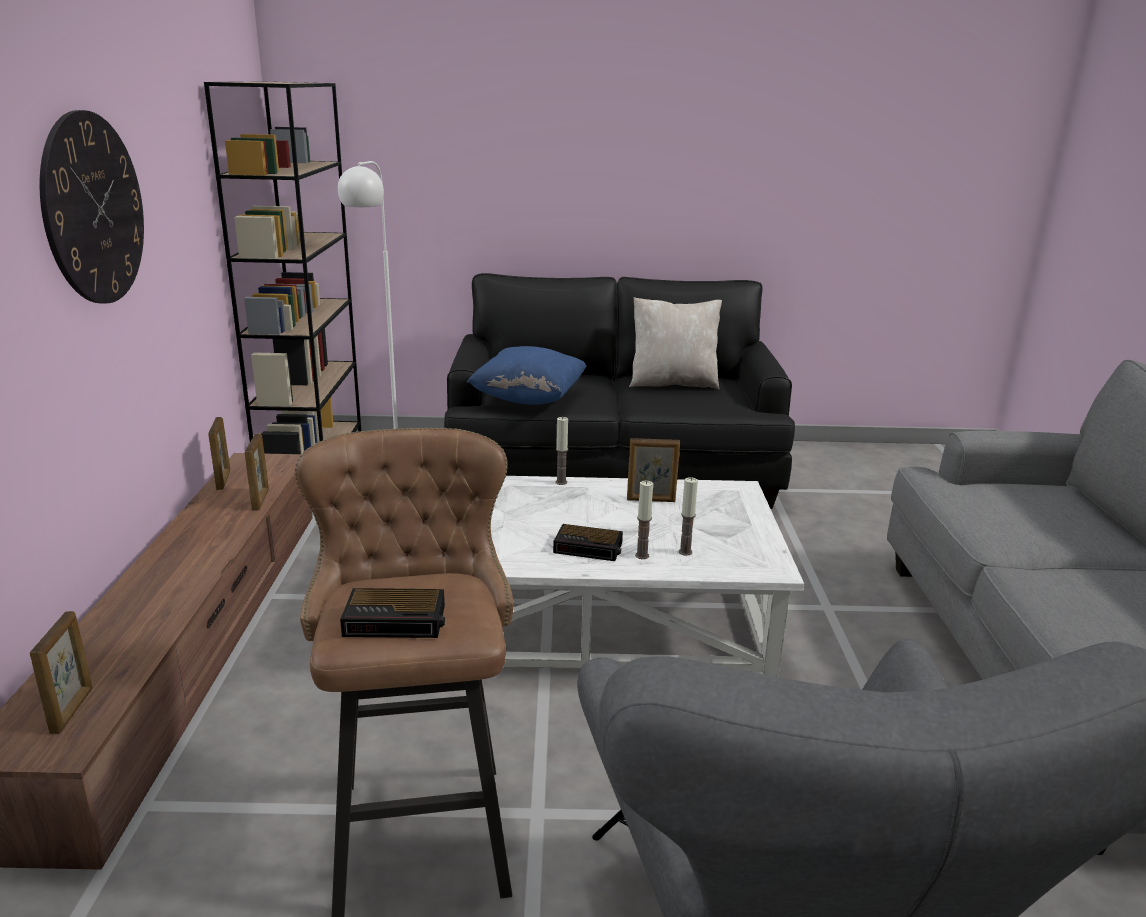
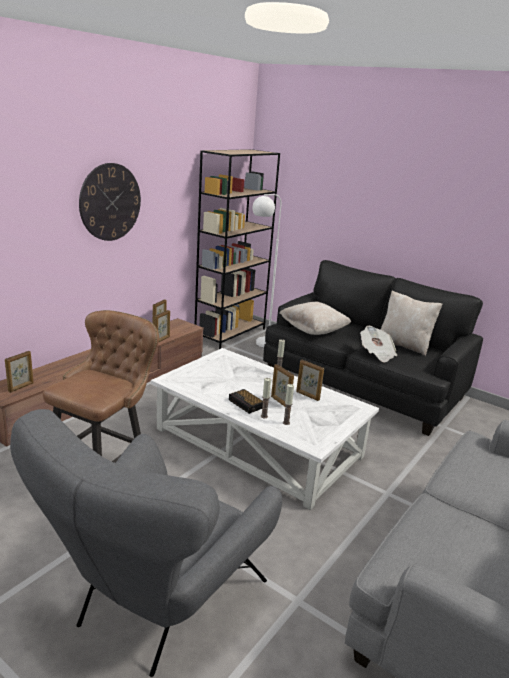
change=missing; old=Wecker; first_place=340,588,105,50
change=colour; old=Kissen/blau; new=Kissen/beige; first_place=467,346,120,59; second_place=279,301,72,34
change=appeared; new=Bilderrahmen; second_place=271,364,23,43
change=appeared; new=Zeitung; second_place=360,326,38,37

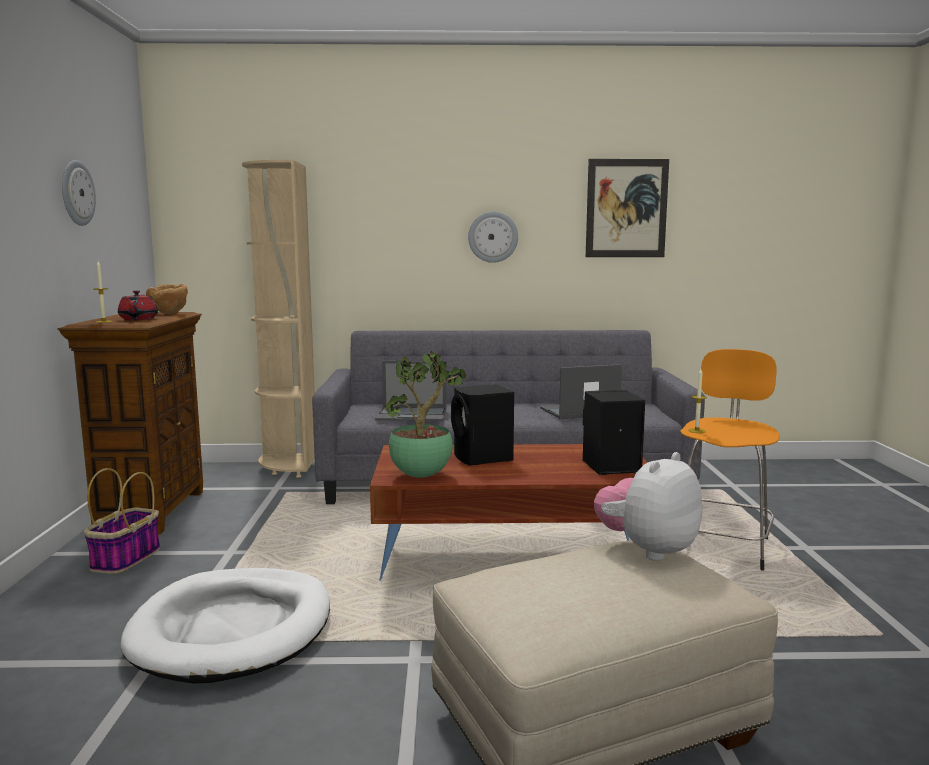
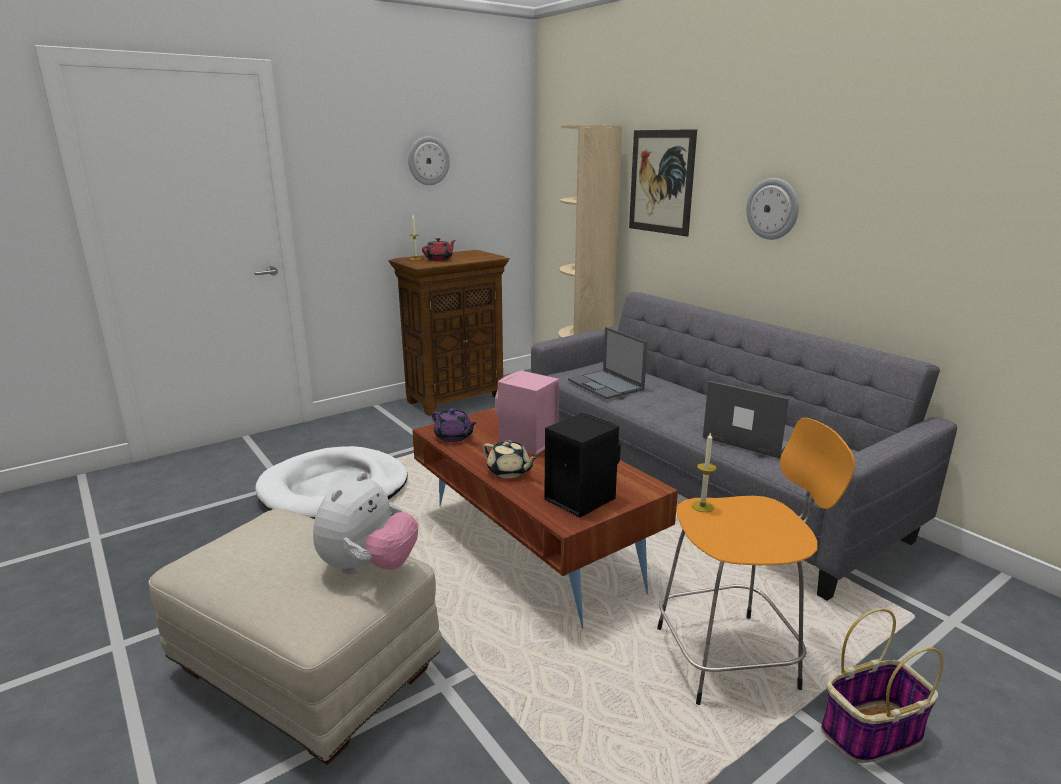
change=relocated; old=Korb; first_place=84,468,76,106; second_place=821,608,122,155
change=missing; old=Schüssel/braun; first_place=146,284,42,30
change=exchanged; old=Topfpflanze; new=Teekanne/lila; first_place=385,351,81,127; second_place=432,408,45,34
change=colour; old=Lautsprecher/schwarz; new=Lautsprecher/rosa; first_place=451,384,63,82; second_place=495,370,64,85
change=relocated; old=Bild; first_place=586,159,83,98; second_place=629,129,68,107
change=spun; old=Plüschtier; first_place=594,452,108,109; second_place=313,472,105,102; degrees=105
change=appeared; new=Teekanne/beige; second_place=483,440,56,38

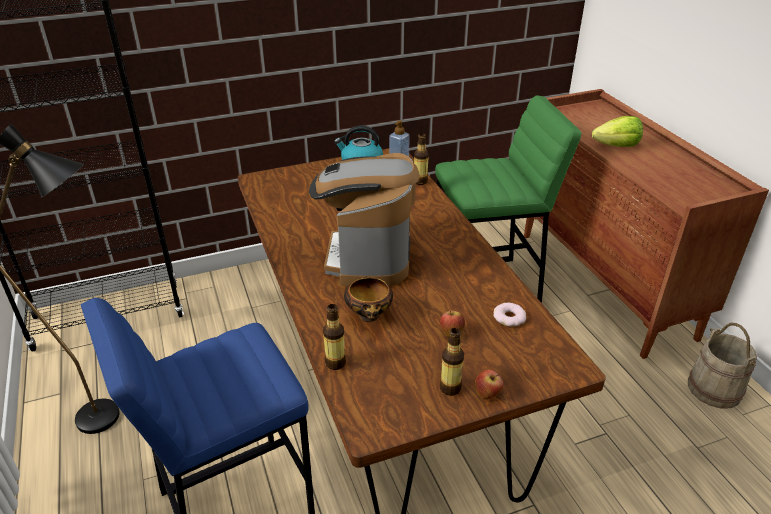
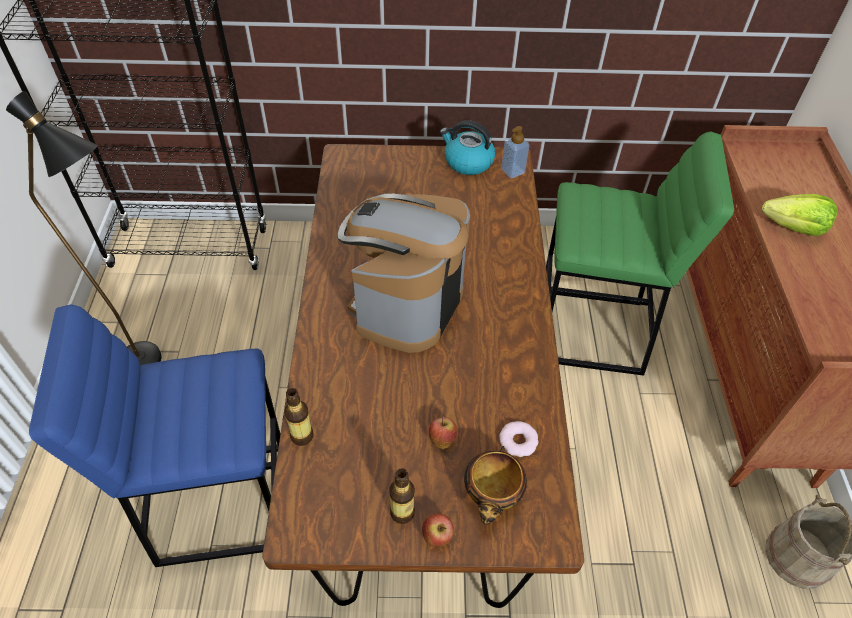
change=relocated; old=Schüssel; first_place=344,276,49,46; second_place=464,446,63,79
change=missing; old=Flasche; first_place=414,133,15,52

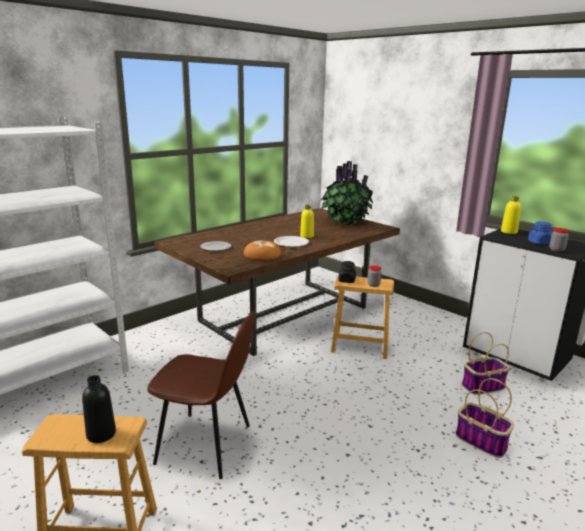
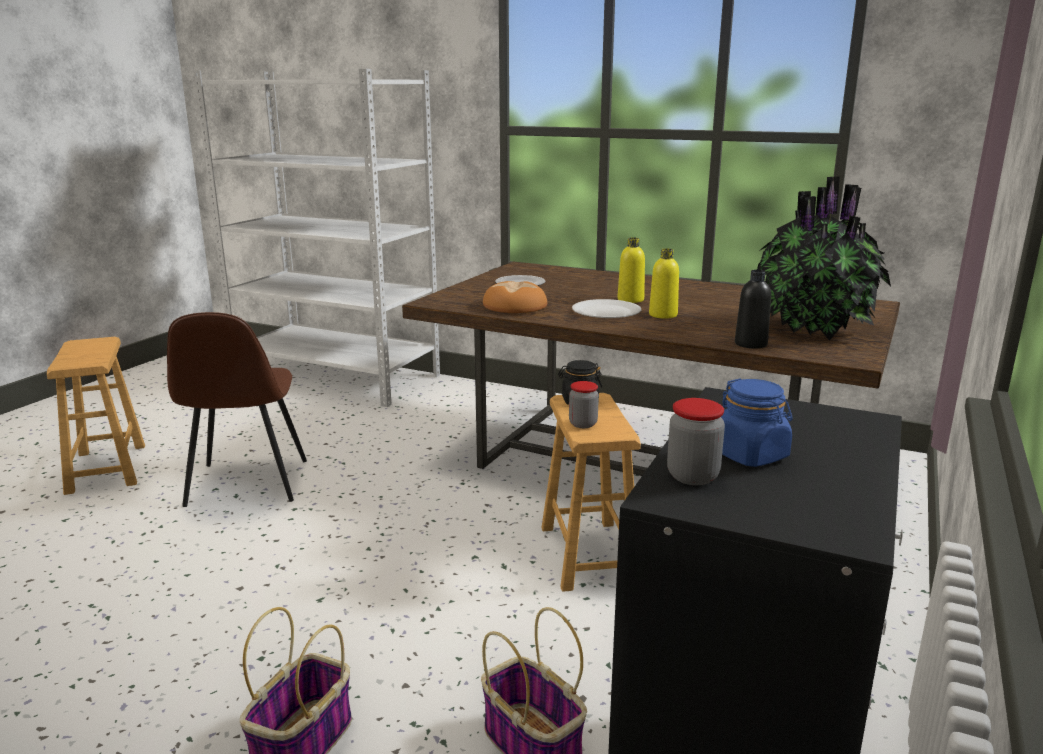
change=relocated; old=Flasche/schwarz; first_place=82,375,34,68; second_place=735,270,36,79
change=relocated; old=Flasche/gelb; first_place=501,196,20,38; second_place=617,237,28,66

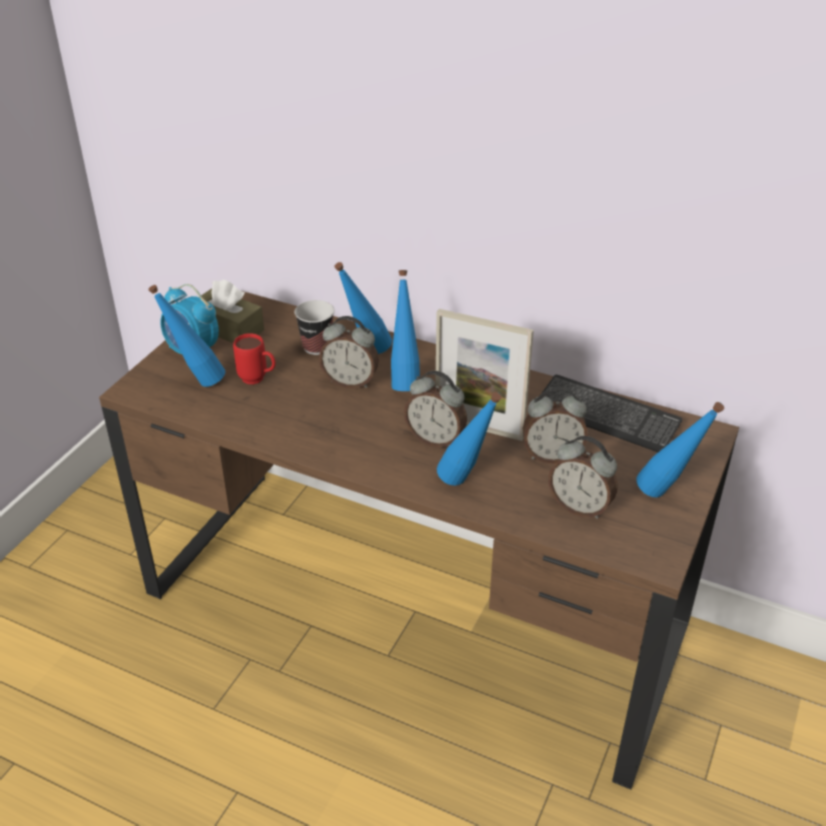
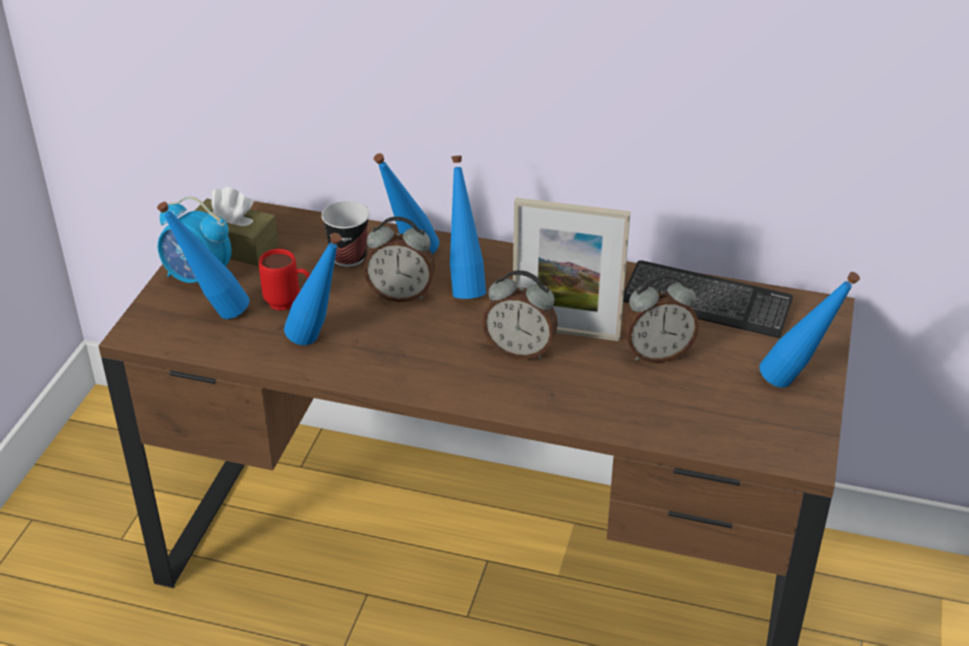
change=relocated; old=Flasche/blau; first_place=437,392,65,94; second_place=284,233,58,112
change=missing; old=Wecker; first_place=548,436,69,83

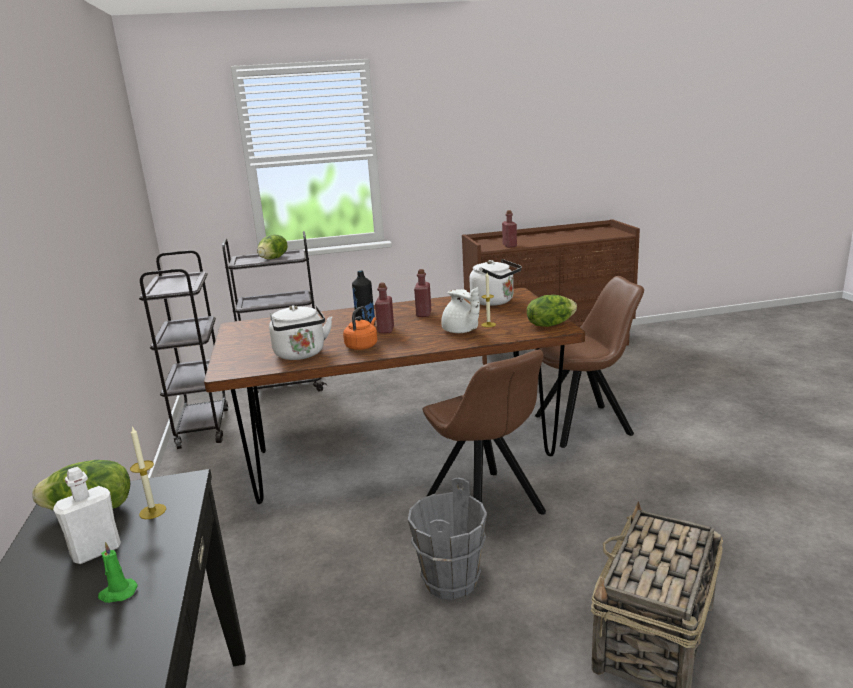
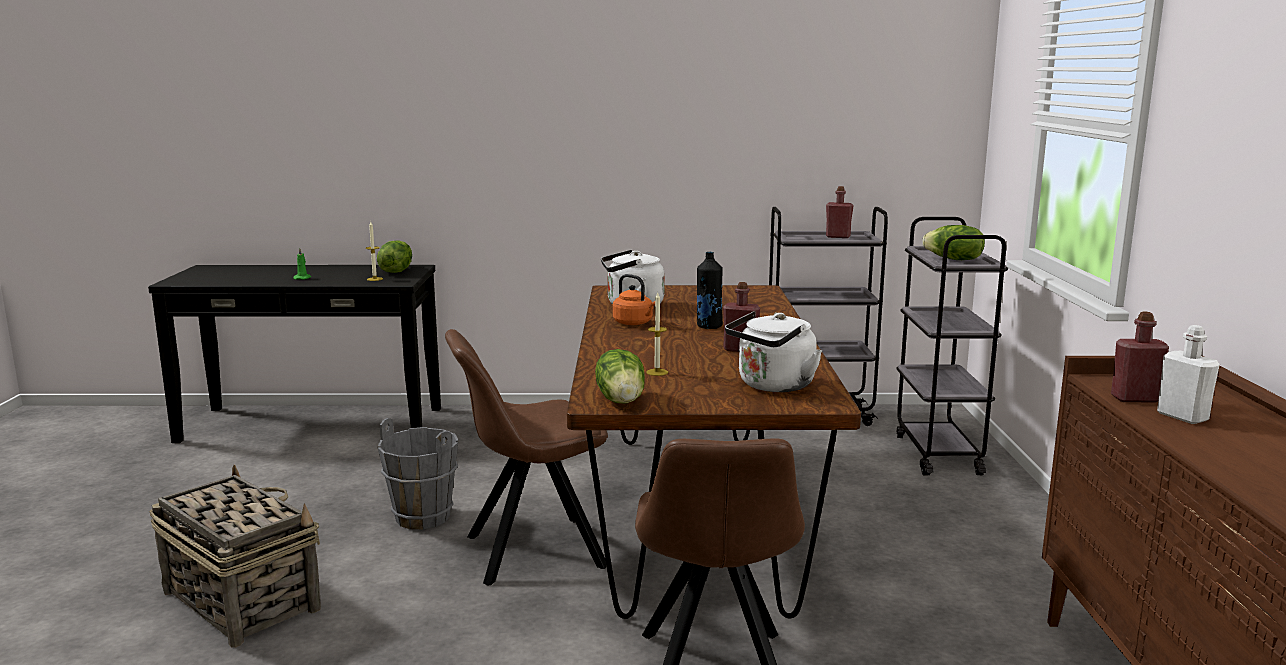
change=relocated; old=Flasche/weiß; first_place=53,467,68,97; second_place=1157,325,63,99
change=relocated; old=Flasche/rot; first_place=375,282,19,52; second_place=826,186,28,52
change=missing; old=Teekanne/weiß; first_place=441,287,39,46

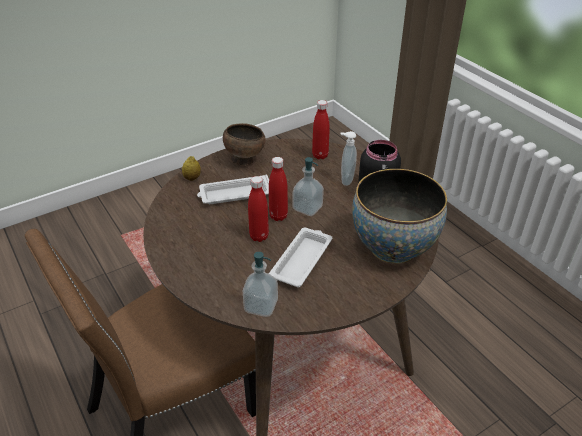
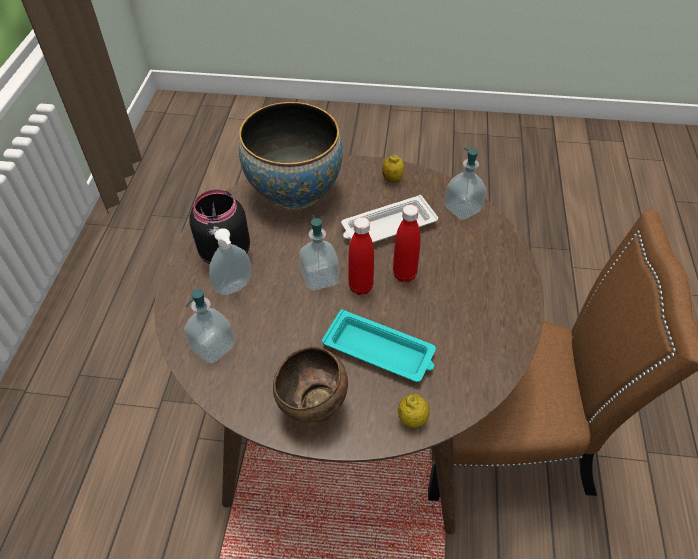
change=colour; old=Tablett/weiß; new=Tablett/türkis; first_place=197,175,72,29; second_place=322,309,114,73
change=exchanged; old=Flasche/rot; new=Seifenspender; first_place=312,100,18,59; second_place=184,289,51,75
change=appeared; new=Zitrone; second_place=382,155,22,27

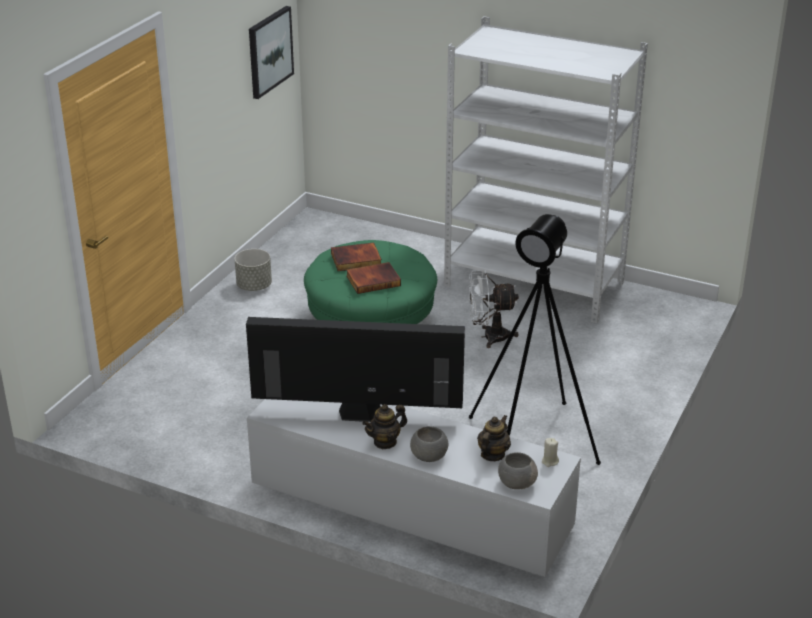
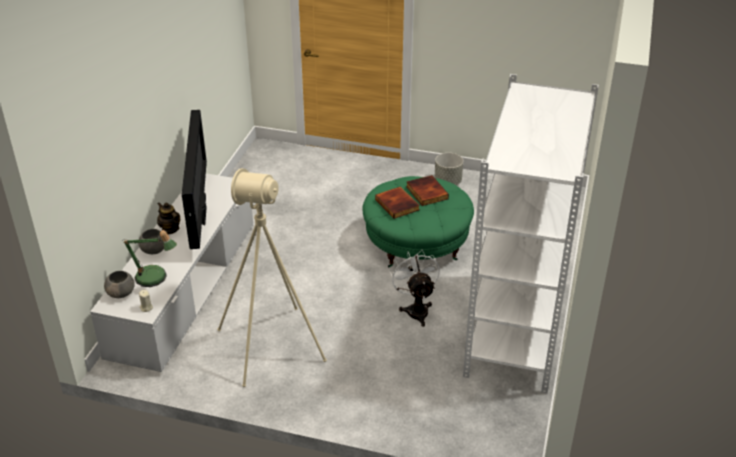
change=missing; old=Bild; first_place=249,6,45,93
change=colour; old=Stehlampe/schwarz; new=Stehlampe/beige; first_place=469,214,132,251; second_place=217,168,110,219
change=exchanged; old=Teekanne; new=Tischlampe; first_place=477,415,34,46; second_place=122,230,55,57

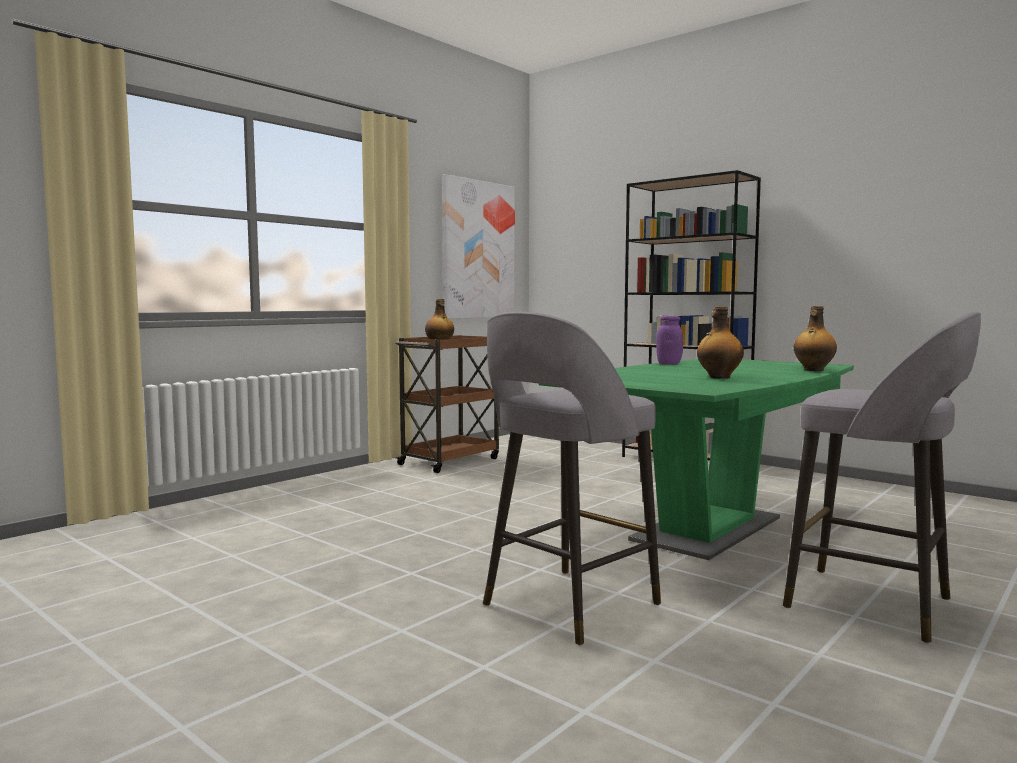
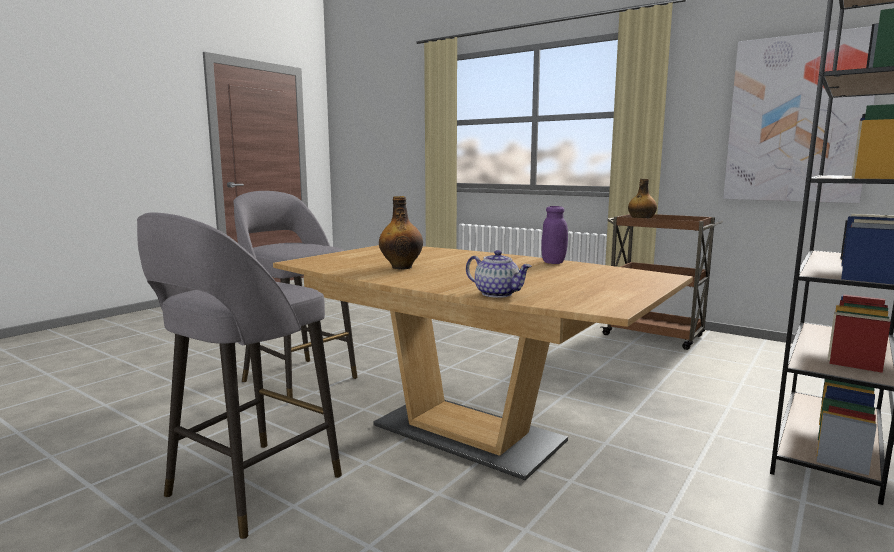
change=colour; old=Esstisch/grün; new=Esstisch/braun; first_place=539,359,315,201; second_place=273,245,420,236
change=exchanged; old=Flasche; new=Teekanne; first_place=794,306,43,65; second_place=466,250,66,48

